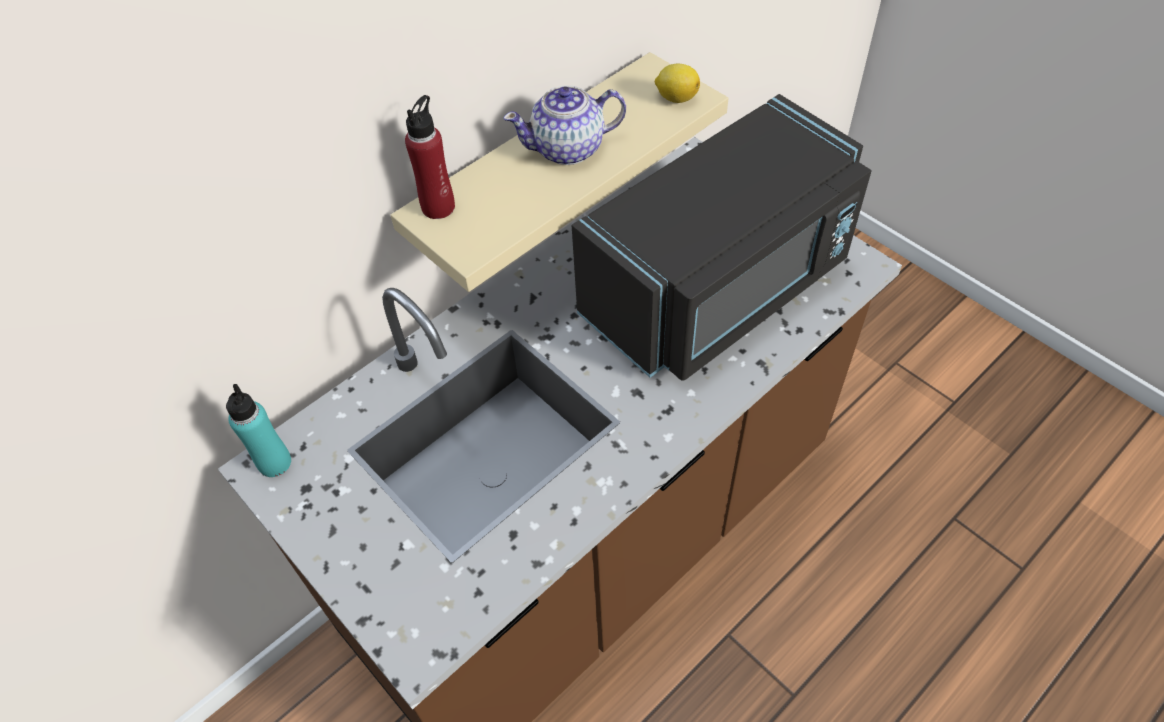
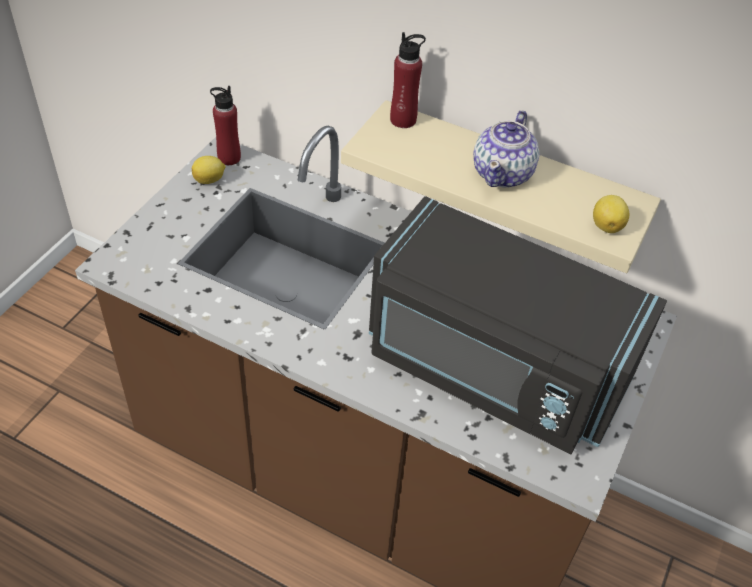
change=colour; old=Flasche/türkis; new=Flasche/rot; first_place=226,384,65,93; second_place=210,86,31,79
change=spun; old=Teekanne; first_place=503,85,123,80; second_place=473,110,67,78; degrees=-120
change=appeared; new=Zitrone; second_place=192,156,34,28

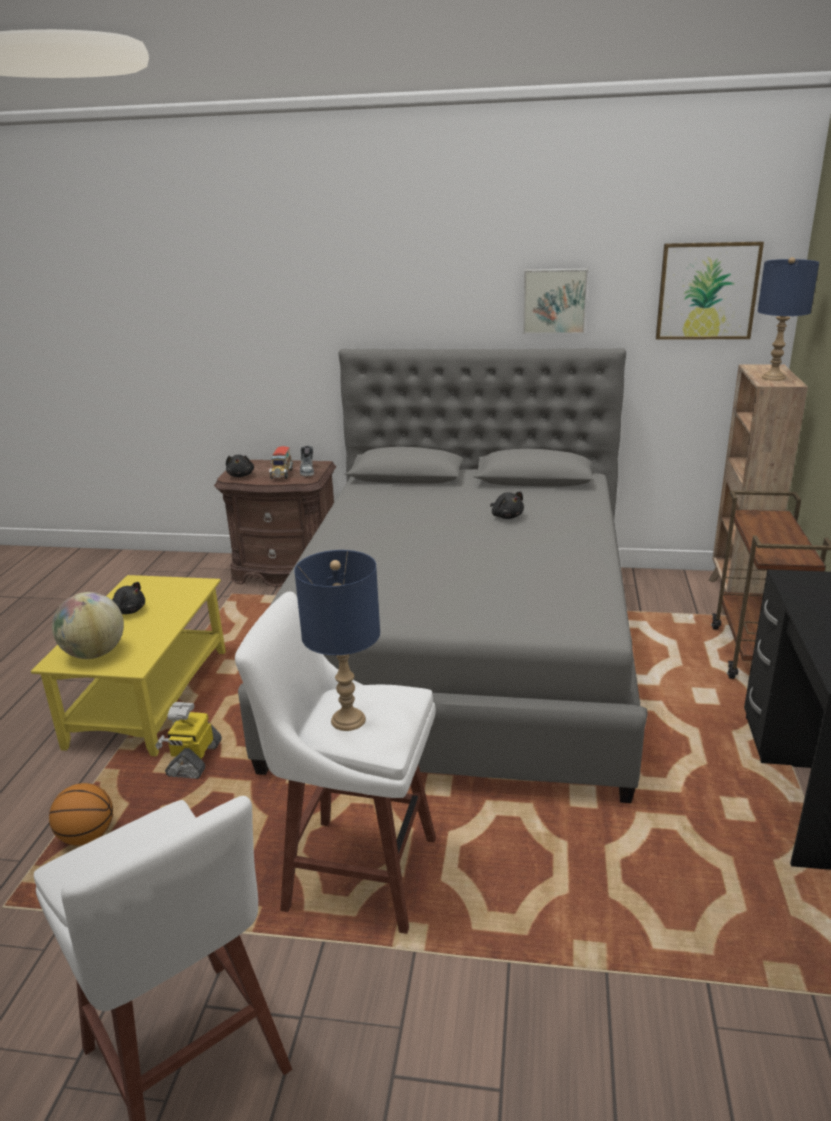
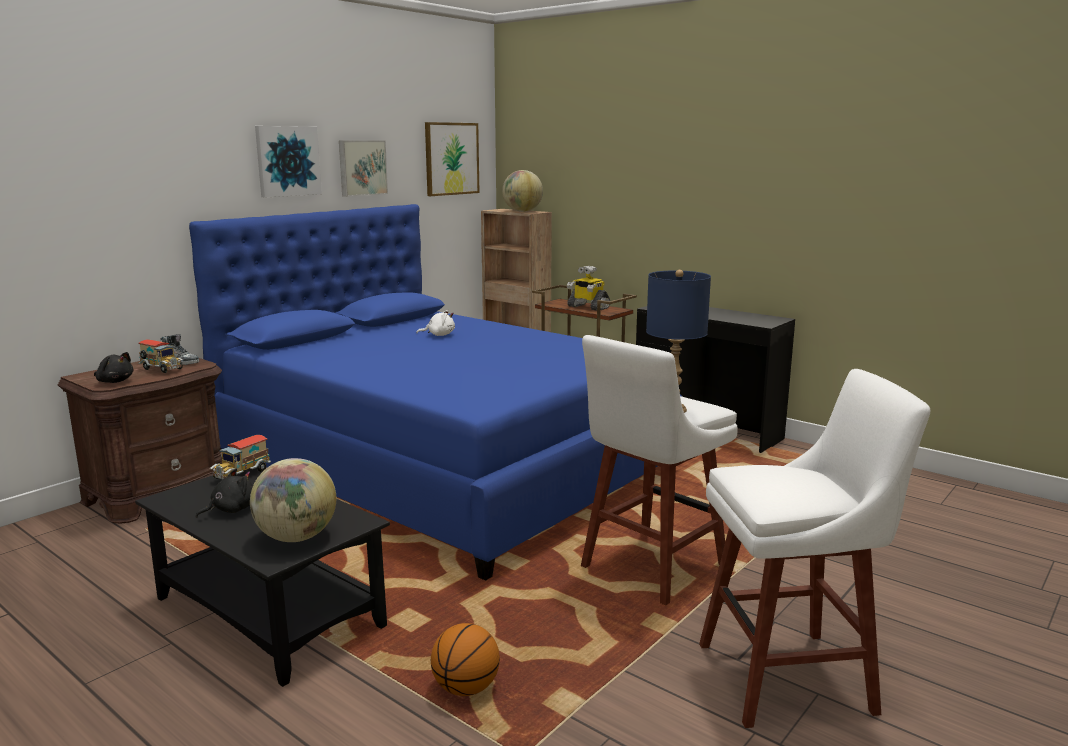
change=colour; old=Couchtisch/gelb; new=Couchtisch/schwarz; first_place=31,575,195,181; second_place=135,468,255,219
change=relocated; old=Spielzeugroboter; first_place=155,702,67,77; second_place=567,266,43,45
change=colour; old=Bett/grau; new=Bett/blau; first_place=238,348,410,455; second_place=189,204,494,377
change=colour; old=Plüschtier/schwarz; new=Plüschtier/weiß; first_place=490,492,34,27; second_place=416,310,39,26
change=exchanged; old=Tischlampe/blau; new=Globus; first_place=758,257,61,124; second_place=502,170,41,42
change=appeared; new=Spielzeuglaster; second_place=210,435,61,45
change=appeared; new=Bild; second_place=255,126,67,71

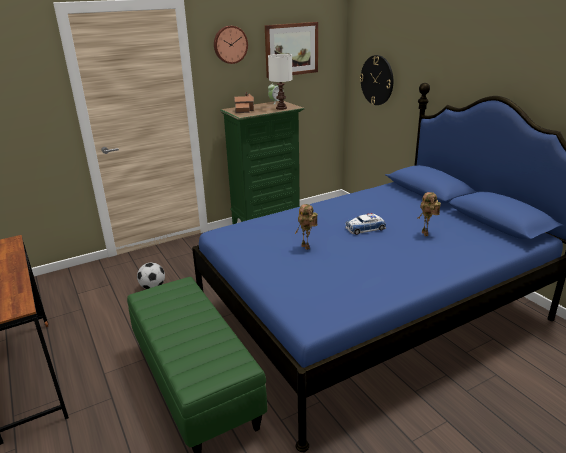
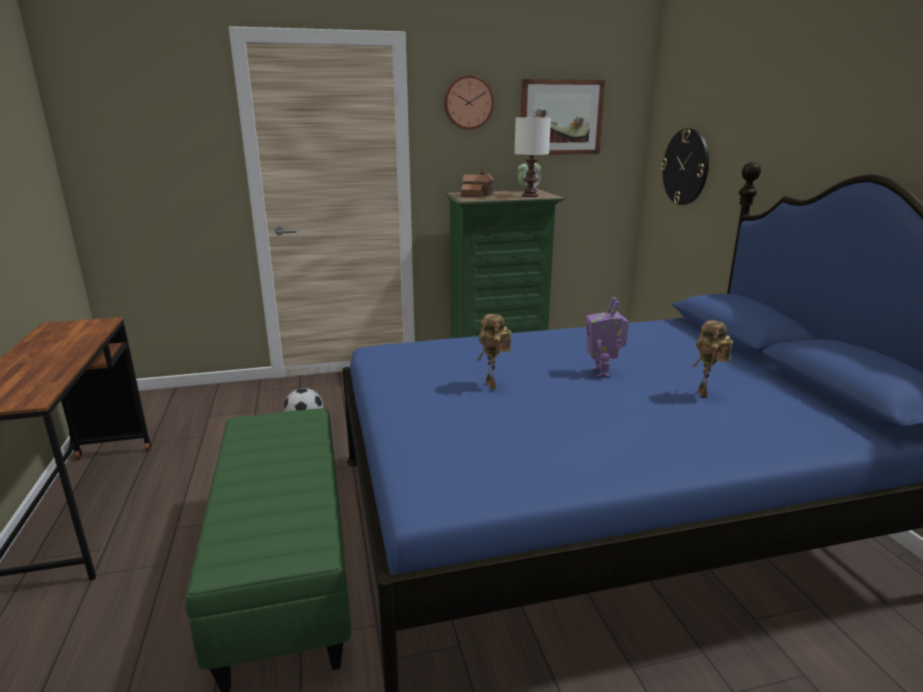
change=exchanged; old=Spielzeugauto; new=Spielzeugroboter; first_place=345,213,41,22; second_place=586,297,43,80

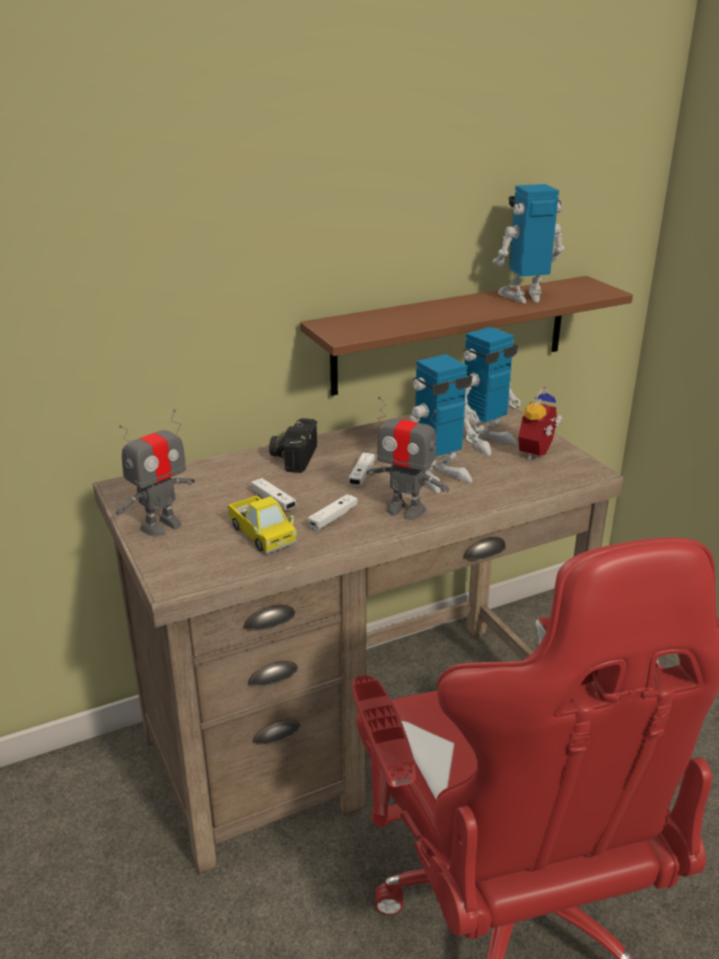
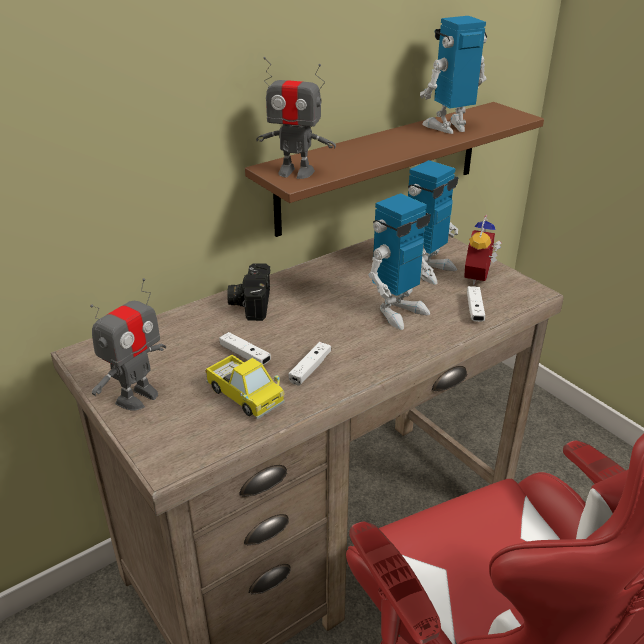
change=relocated; old=Gamepad/weiß; first_place=348,452,27,34; second_place=467,286,18,36
change=relocated; old=Spielzeugroboter; first_place=366,397,84,123; second_place=256,57,80,122

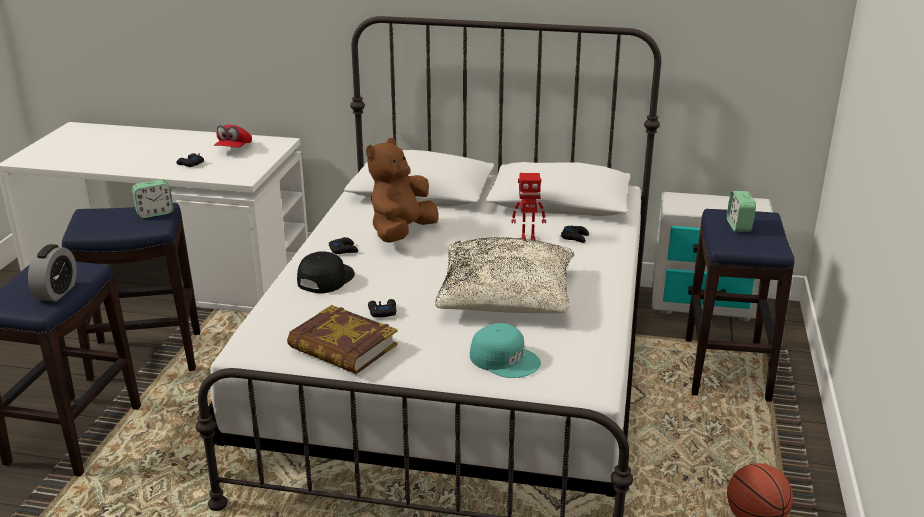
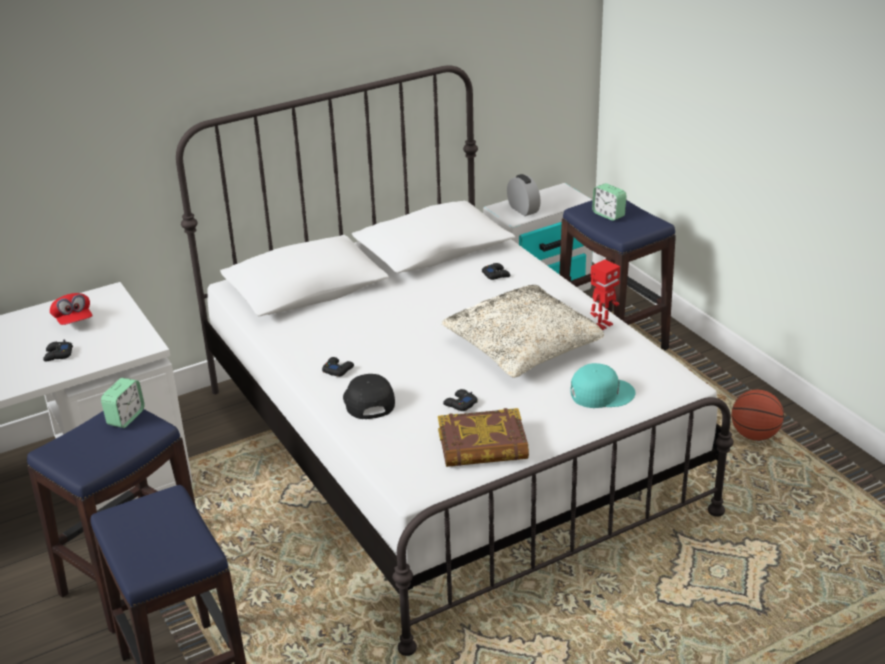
change=relocated; old=Wecker; first_place=28,244,49,58; second_place=507,174,34,42
change=missing; old=Plüschtier/braun; first_place=366,138,72,105
change=relocated; old=Spielzeugroboter; first_place=511,173,35,67; second_place=591,259,29,71

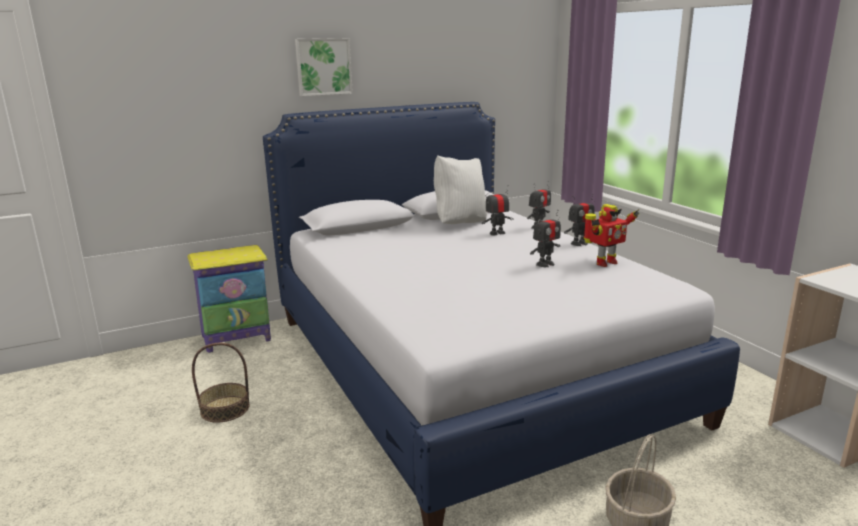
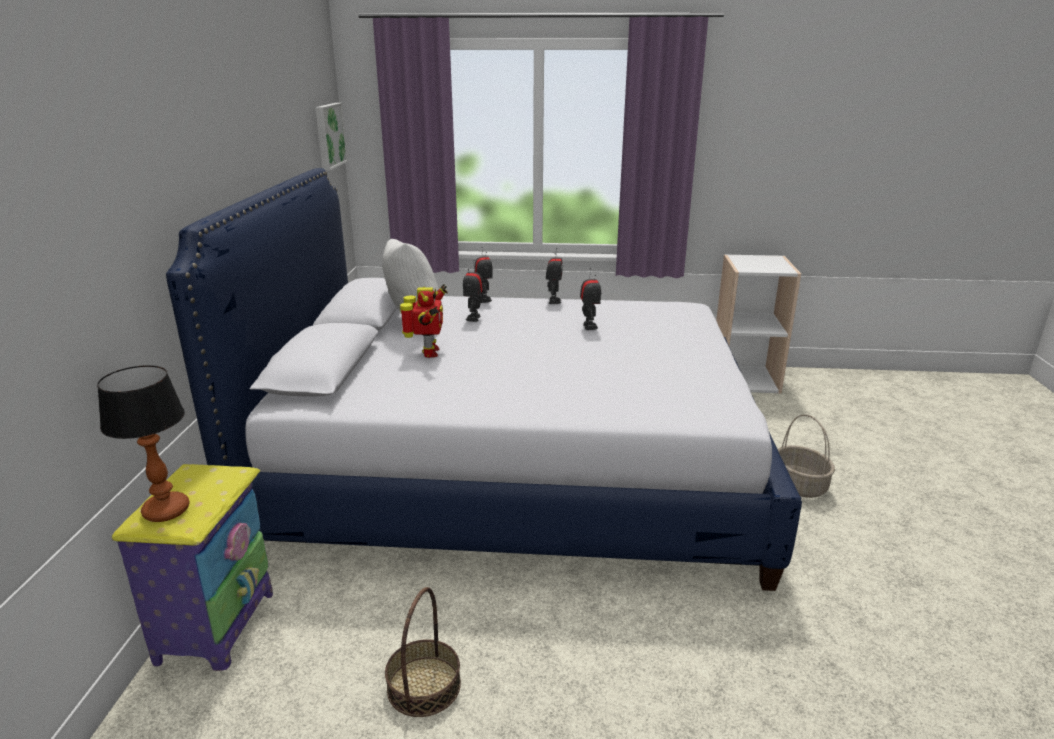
change=relocated; old=Bild; first_place=295,38,58,58; second_place=315,103,33,68
change=relocated; old=Spielzeugroboter; first_place=584,204,56,63; second_place=400,284,48,74
change=appeared; new=Tischlampe; second_place=97,365,93,157

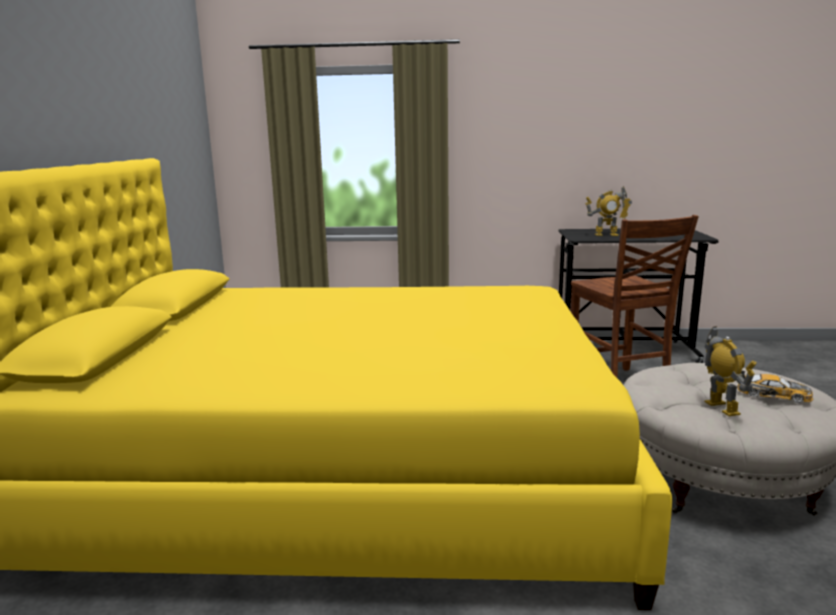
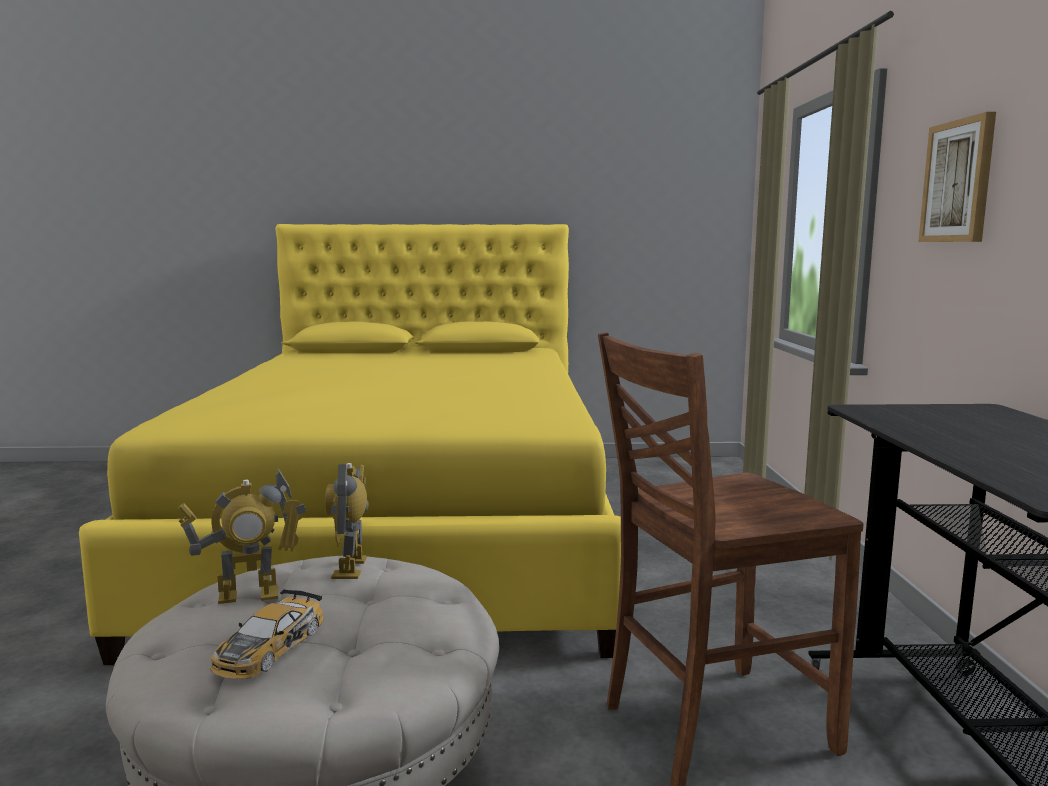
change=relocated; old=Spielzeugroboter; first_place=585,186,47,50; second_place=325,463,44,116
change=appeared; new=Bild; second_place=918,112,78,130

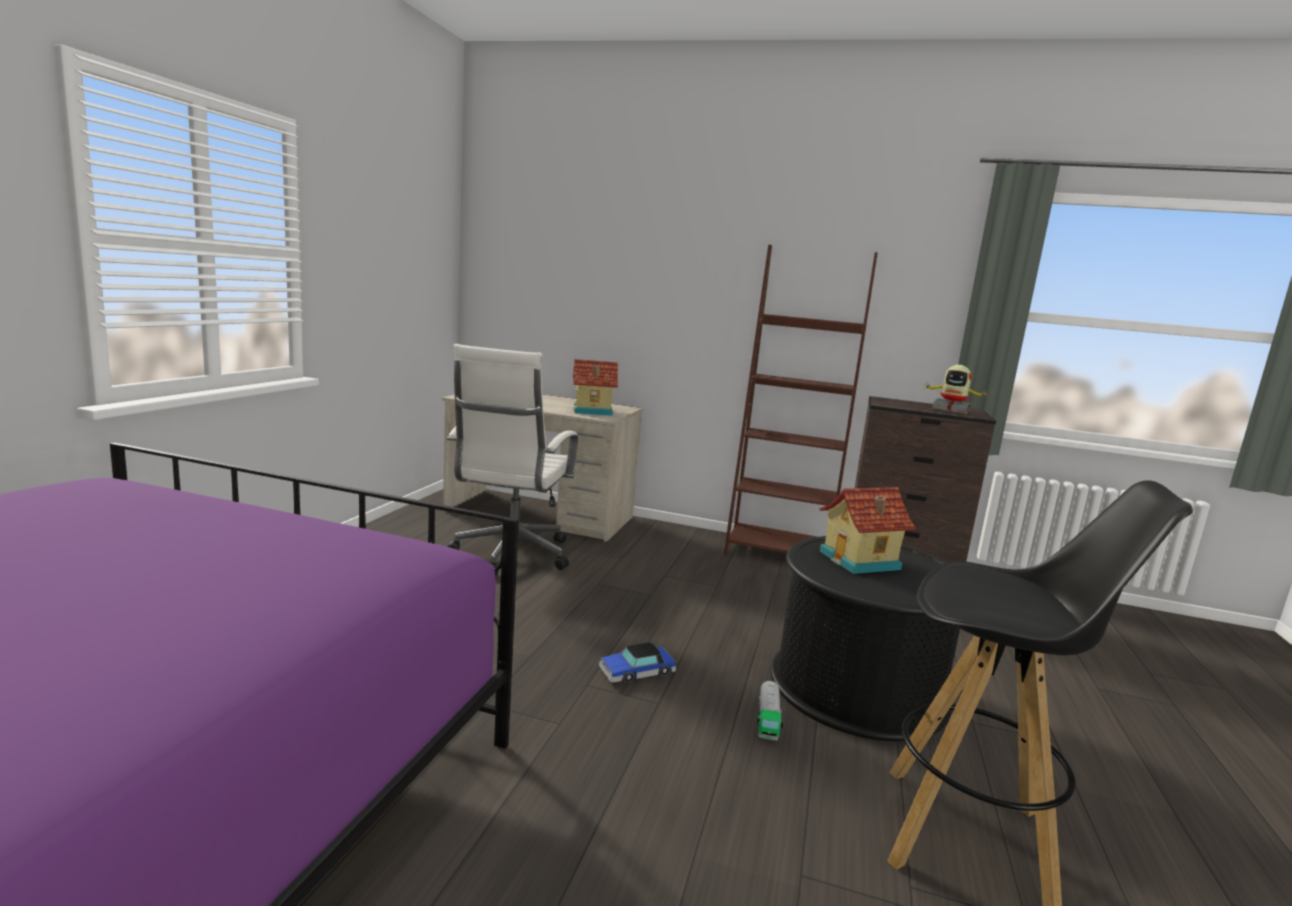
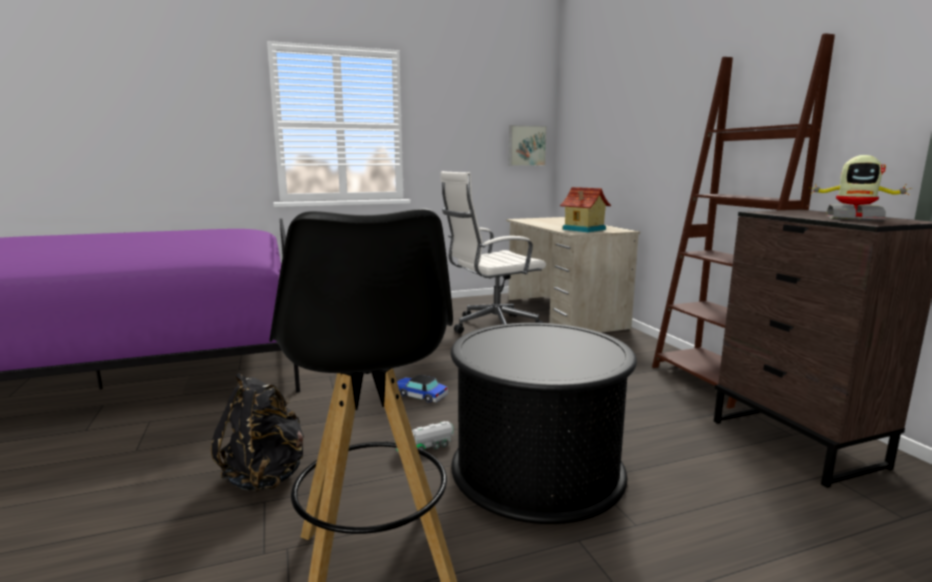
change=missing; old=Spielzeughaus; first_place=819,487,97,87
change=spun; old=Spielzeugroboter; first_place=924,365,63,50; second_place=809,155,102,66; degrees=-60
change=appeared; new=Rucksack/schwarz; second_place=211,373,93,118
change=appeared; new=Bild; second_place=508,125,39,41

